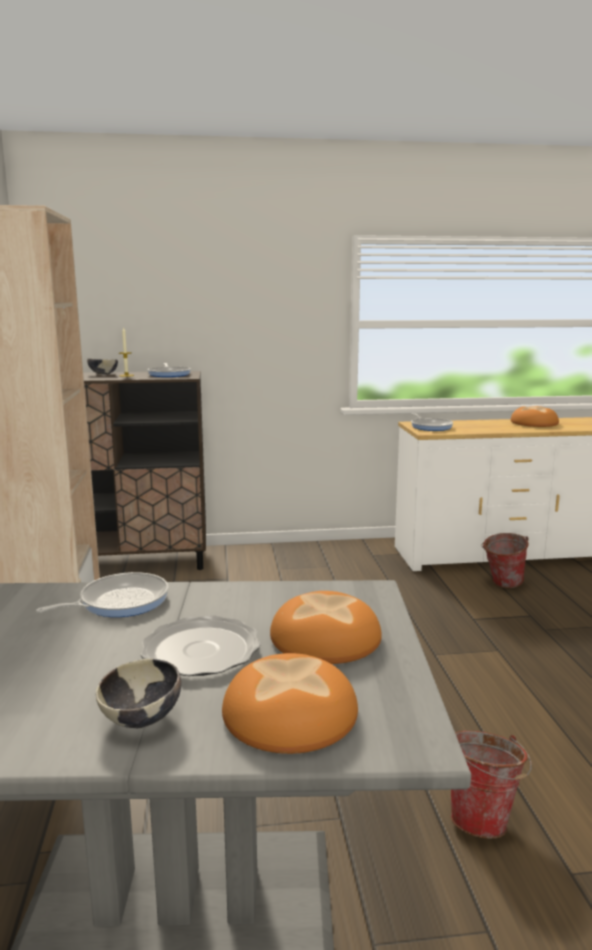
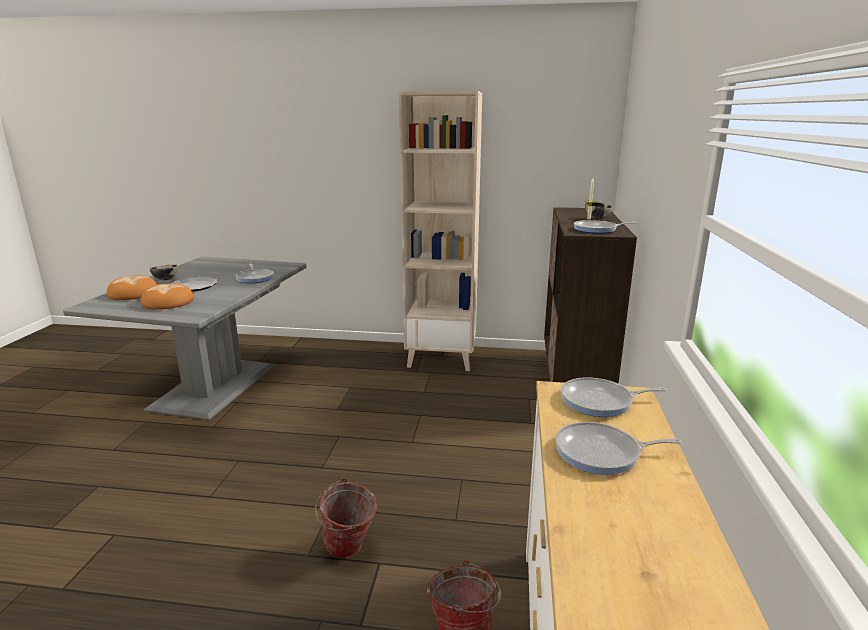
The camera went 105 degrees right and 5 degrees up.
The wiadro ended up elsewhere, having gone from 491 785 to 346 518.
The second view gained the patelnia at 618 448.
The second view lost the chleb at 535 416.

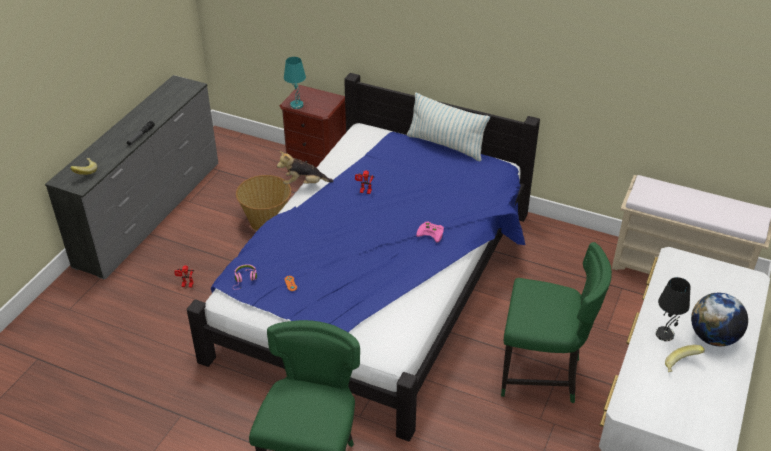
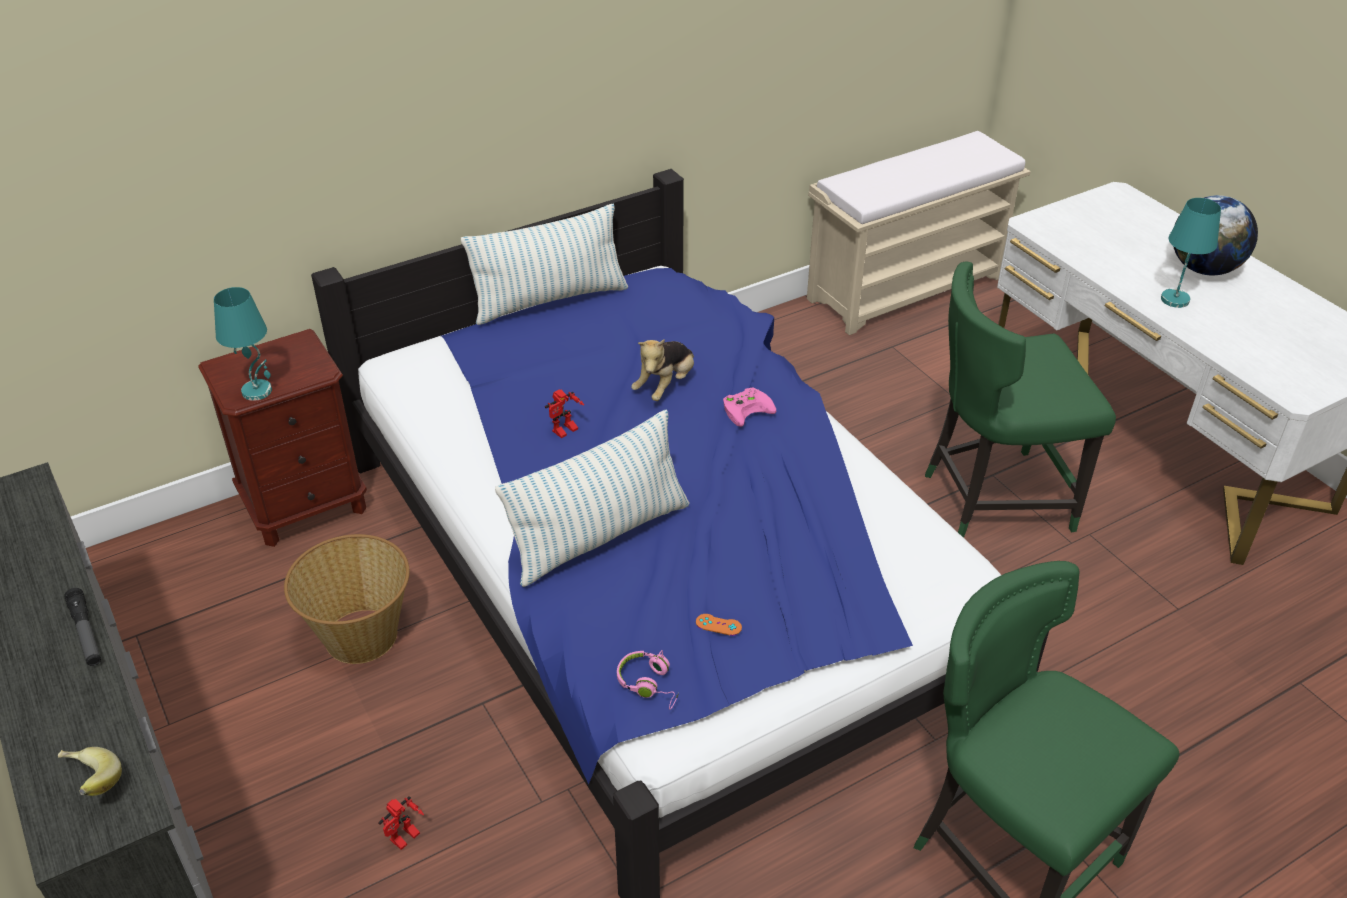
The camera went 55 degrees left and 0 degrees up.
The second view gained the poduszka at 592 498.
The pluszak ended up elsewhere, having gone from 305 167 to 662 370.
The krzesło (zielony) at 556 322 ended up facing another way, 150 degrees counterclockwise from before.
What was the lampa stołowa (czarny) at 673 309 turned into the lampa stołowa (turkusowy) at 1191 253.
The second view lost the banan at 685 358.

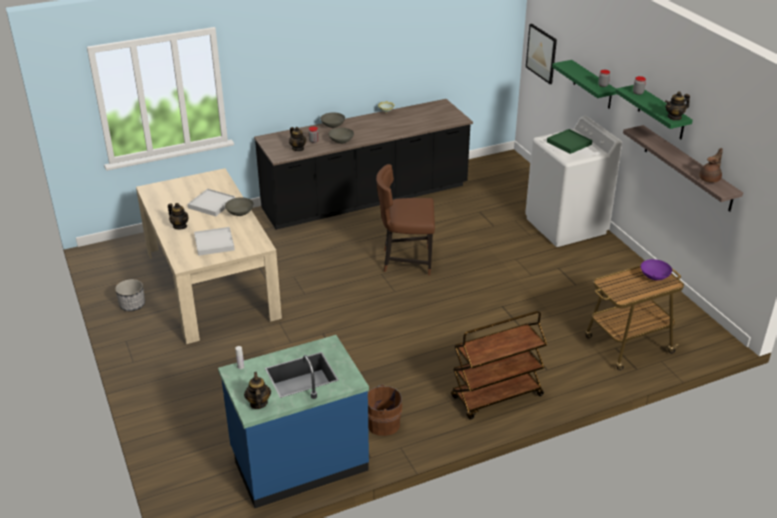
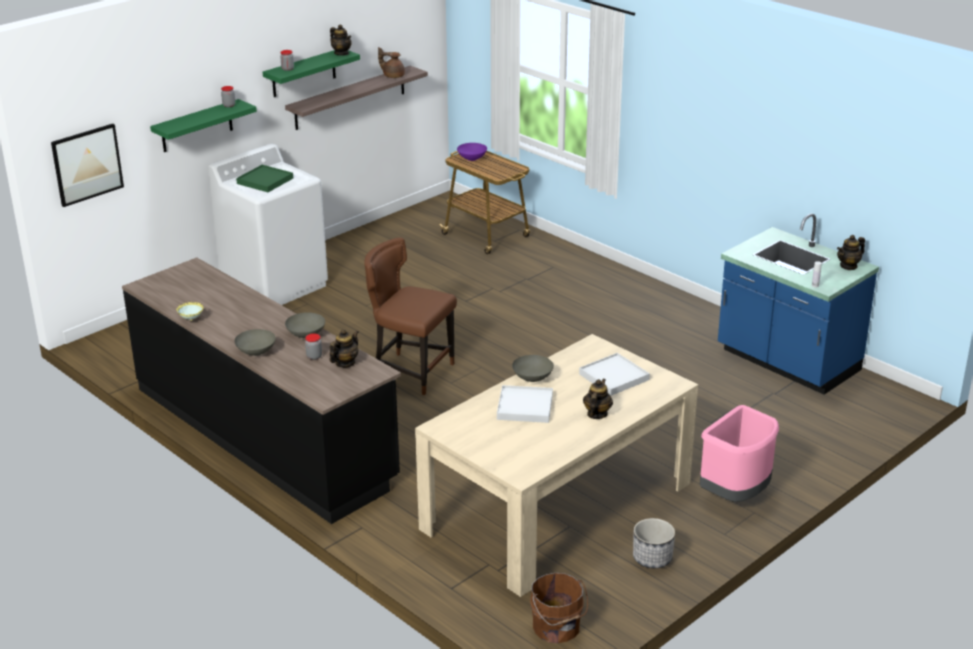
The camera went 110 degrees left and 5 degrees down.
The krzesło (brązowy) at 405 219 ended up facing another way, 135 degrees clockwise from before.
The wiadro (brązowy) ended up elsewhere, having gone from 385 410 to 559 608.
The second view gained the kosz na śmieci (różowy) at 739 453.
The second view lost the wózek (brązowy) at 499 365.

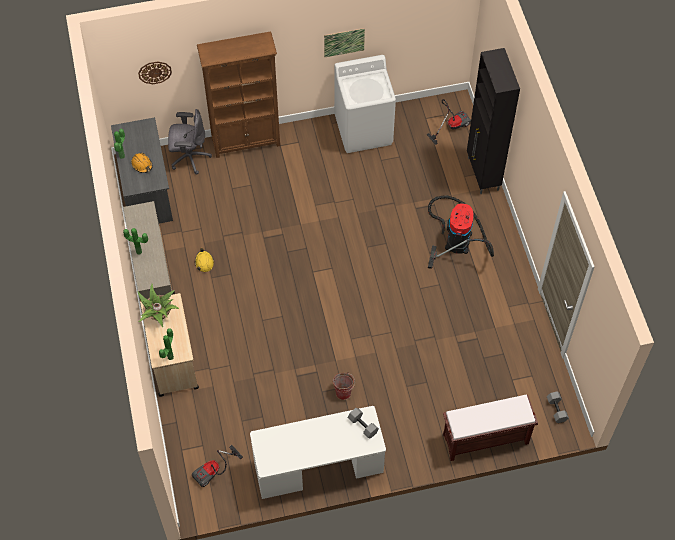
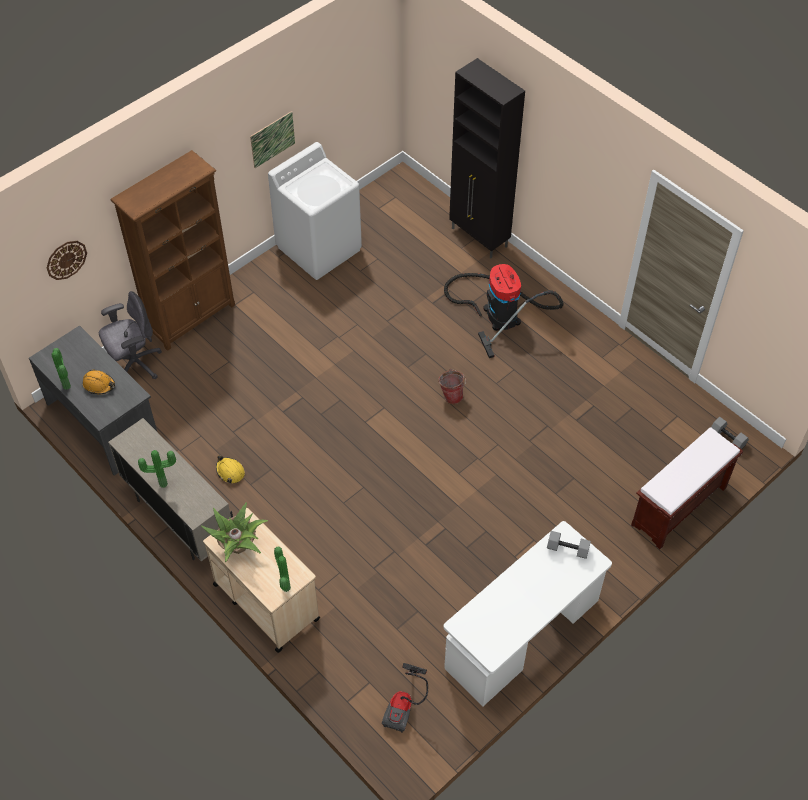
The camera went 30 degrees left and 5 degrees down.
The wiadro ended up elsewhere, having gone from 343 386 to 452 386.
The second view lost the odkurzacz at 448 122.

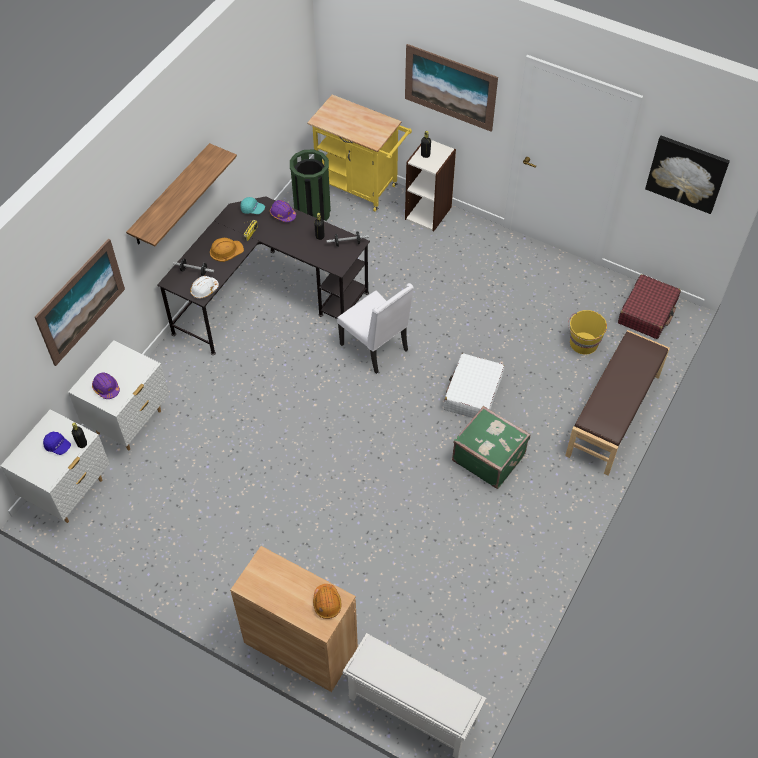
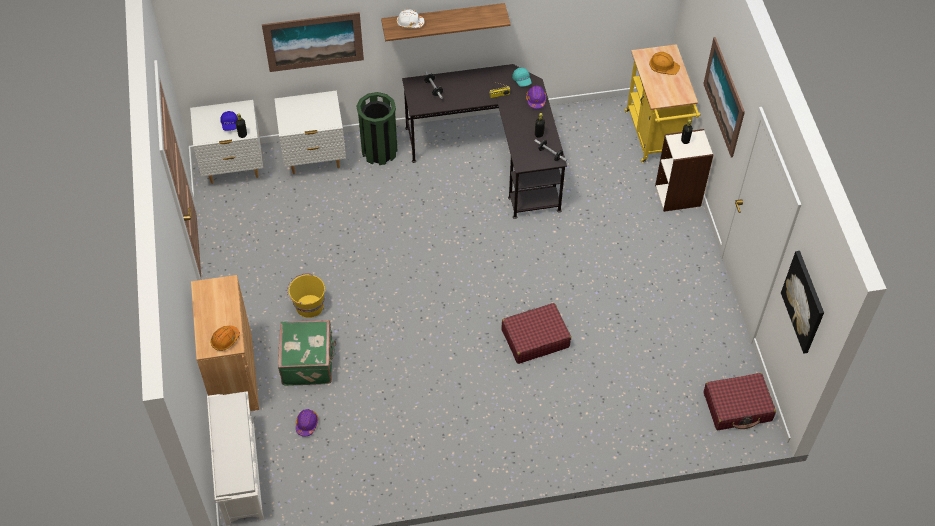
The camera went 50 degrees right and 0 degrees up.
The walizka (zielony) ended up elsewhere, having gone from 491 447 to 307 353.
The wiadro (żółty) ended up elsewhere, having gone from 587 332 to 306 295.
The kask (fioletowy) ended up elsewhere, having gone from 106 385 to 307 423.
The kosz na śmieci (zielony) ended up elsewhere, having gone from 310 185 to 377 128.
The kask (biały) ended up elsewhere, having gone from 204 287 to 410 18.
What was the walizka (biały) at 474 385 turned into the walizka (czerwony) at 536 333.
The kask (pomarańczowy) ended up elsewhere, having gone from 227 250 to 664 63.
The second view lost the krzesło (biały) at 375 328.
The second view lost the ławka (brązowy) at 617 402.

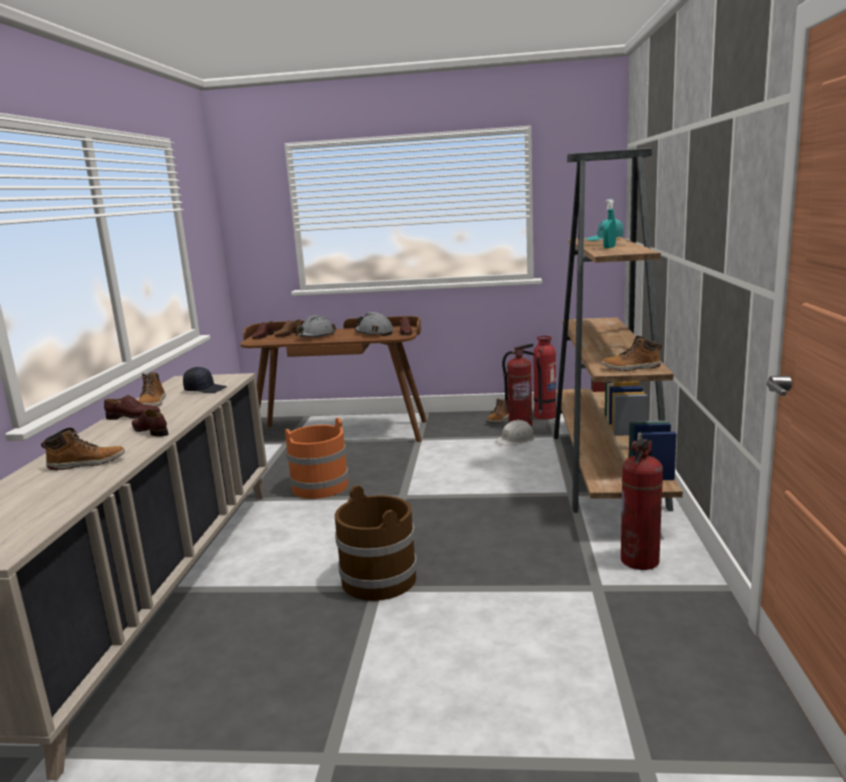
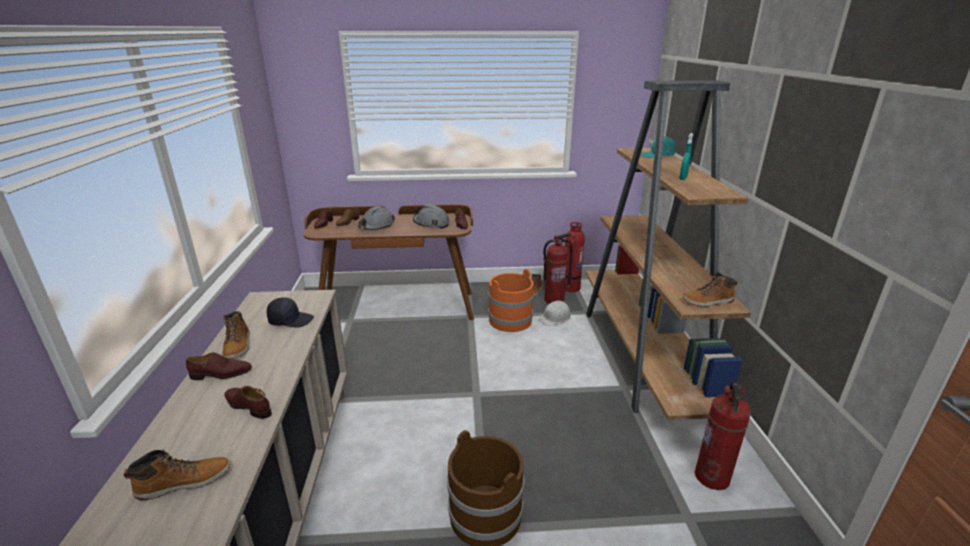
The camera went 10 degrees left and 10 degrees up.
The wiadro (pomarańczowy) ended up elsewhere, having gone from 316 458 to 511 300.

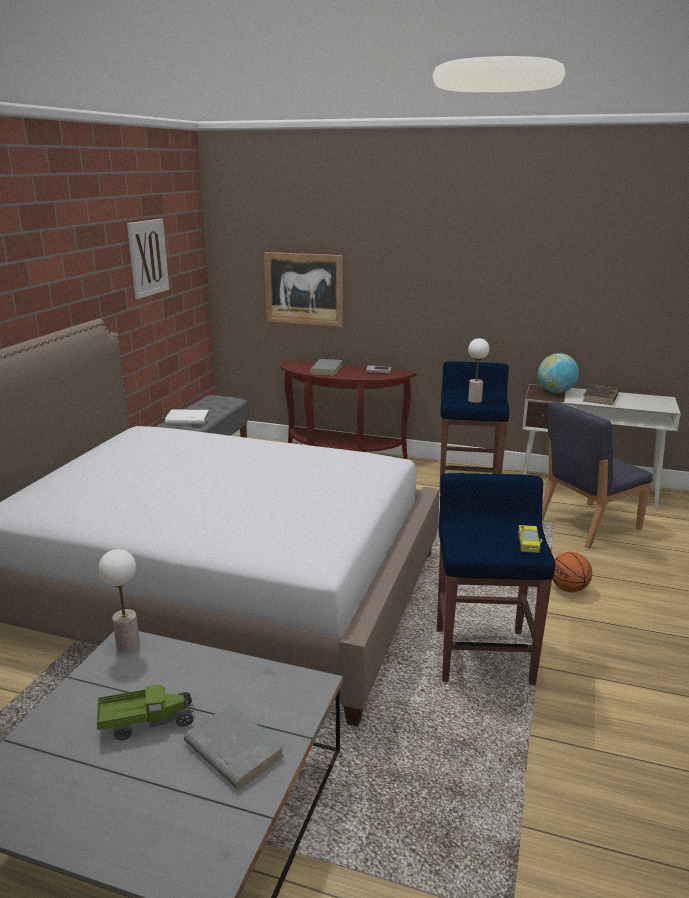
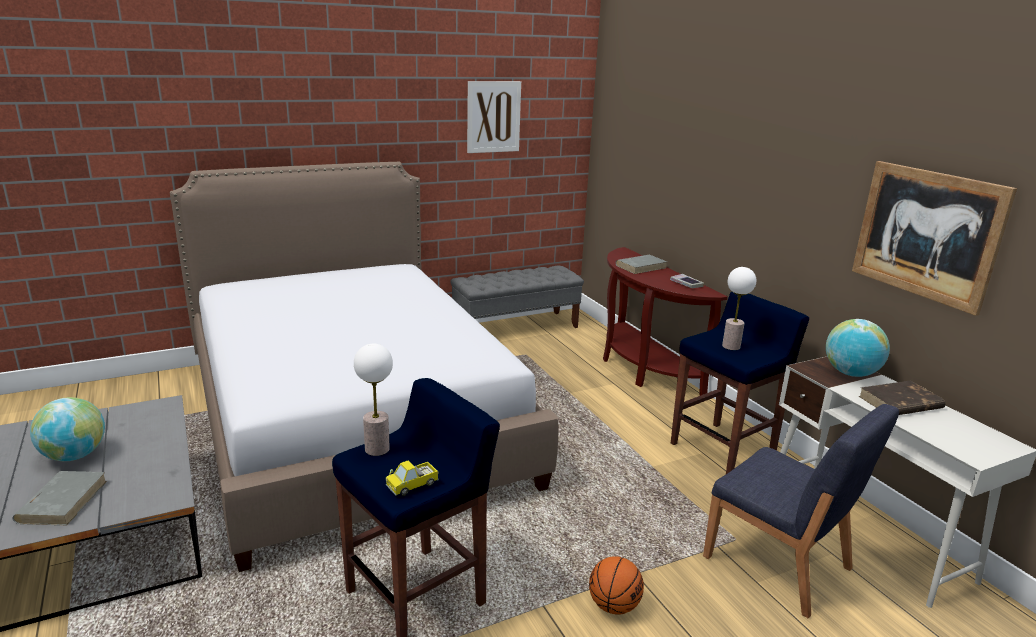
The camera went 45 degrees right and 0 degrees up.
Where the ciężarówka zabawkowa stood at 145 712, the globus came to stand at 67 429.
The lampa stołowa ended up elsewhere, having gone from 119 600 to 373 400.
The krzesło (niebieski) at 597 475 ended up facing another way, 150 degrees counterclockwise from before.
The obraz ended up elsewhere, having gone from 303 289 to 934 238.
The second view lost the książka (biały) at 187 417.

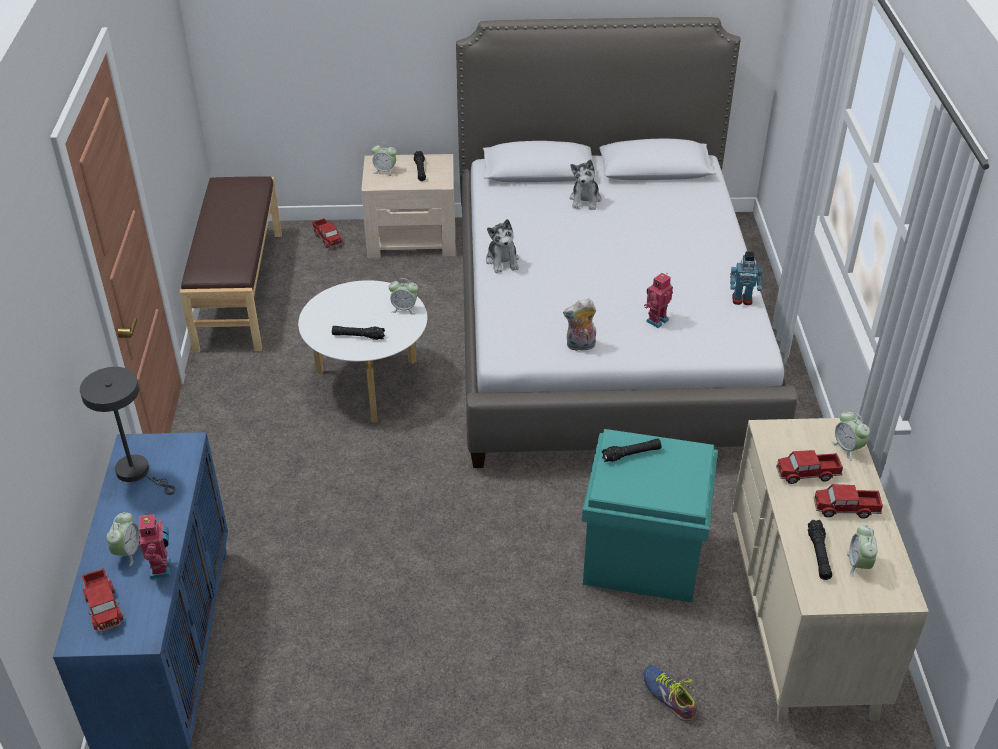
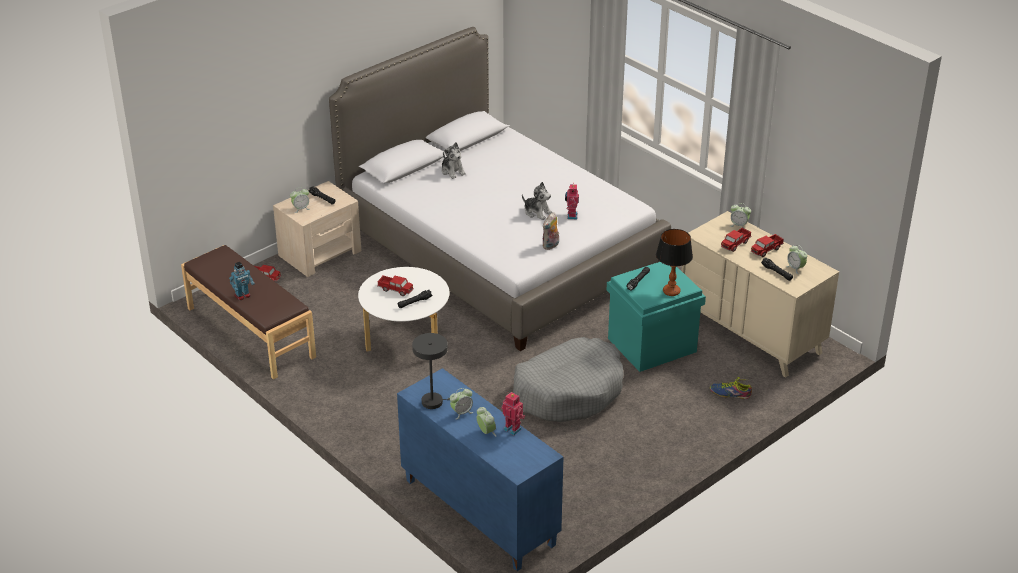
The camera went 40 degrees left and 5 degrees down.
The robot zabawkowy ended up elsewhere, having gone from 746 278 to 242 281.
The ciężarówka zabawkowa ended up elsewhere, having gone from 103 600 to 395 286.
The budzik ended up elsewhere, having gone from 403 296 to 461 404.
The second view gained the legowisko (szary) at 568 379.
The pluszak ended up elsewhere, having gone from 502 246 to 537 201.
The second view gained the lampa stołowa at 674 262.

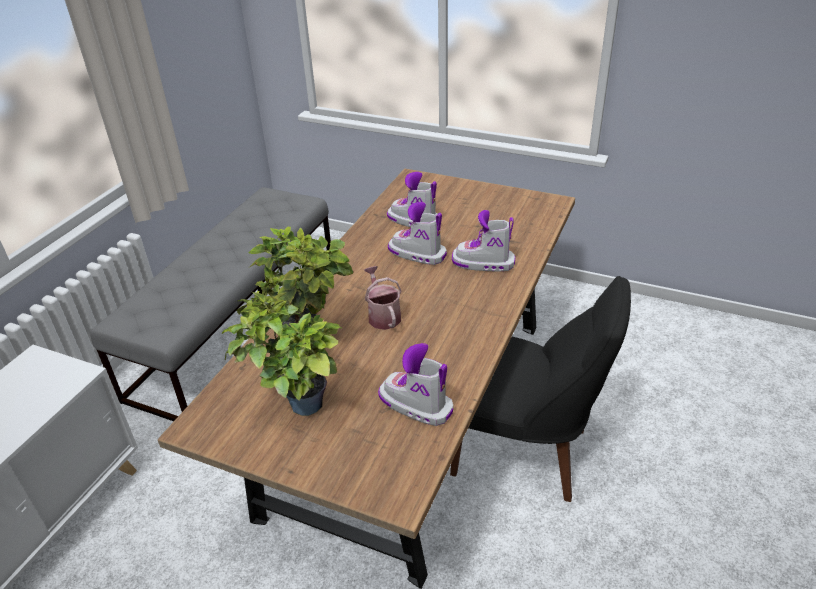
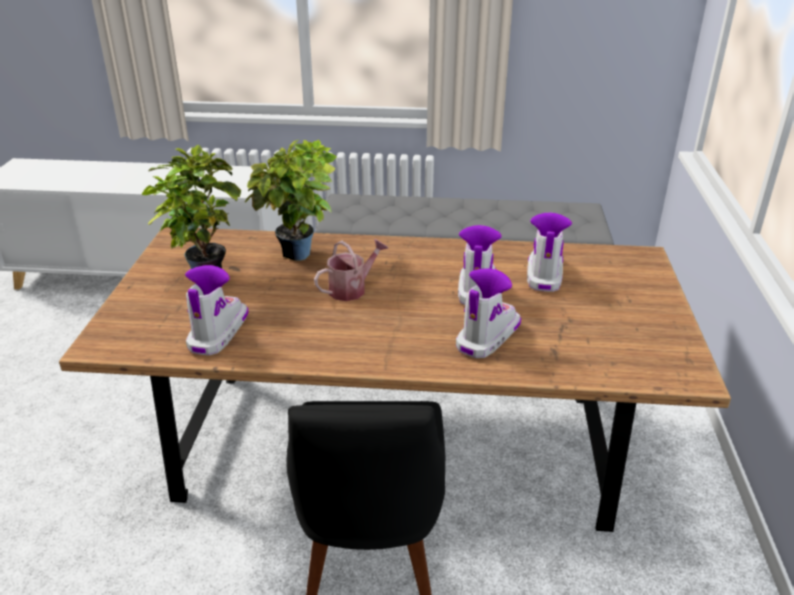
The camera went 70 degrees right and 5 degrees down.
The but z cholewką at 483 241 ended up facing another way, 45 degrees clockwise from before.

